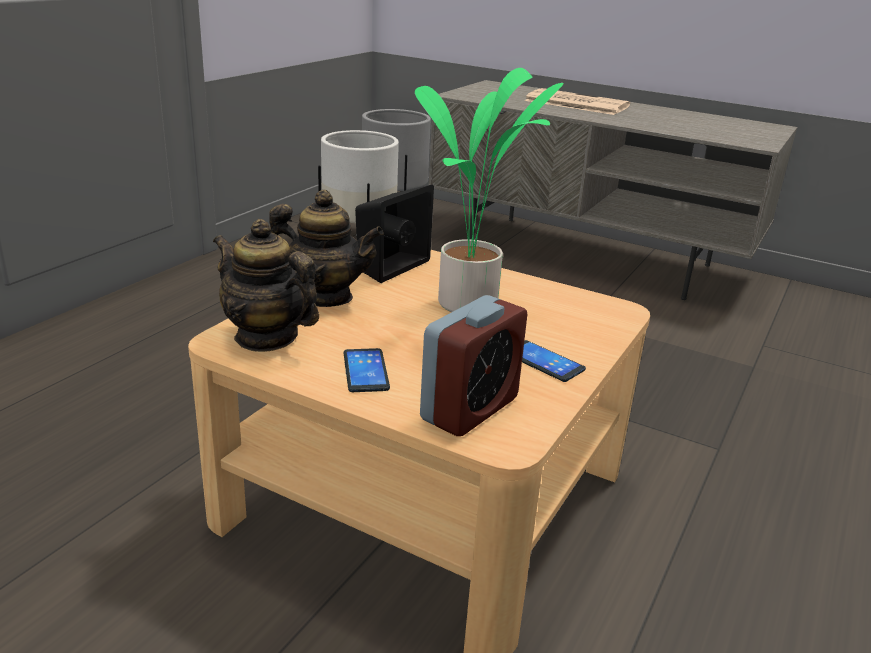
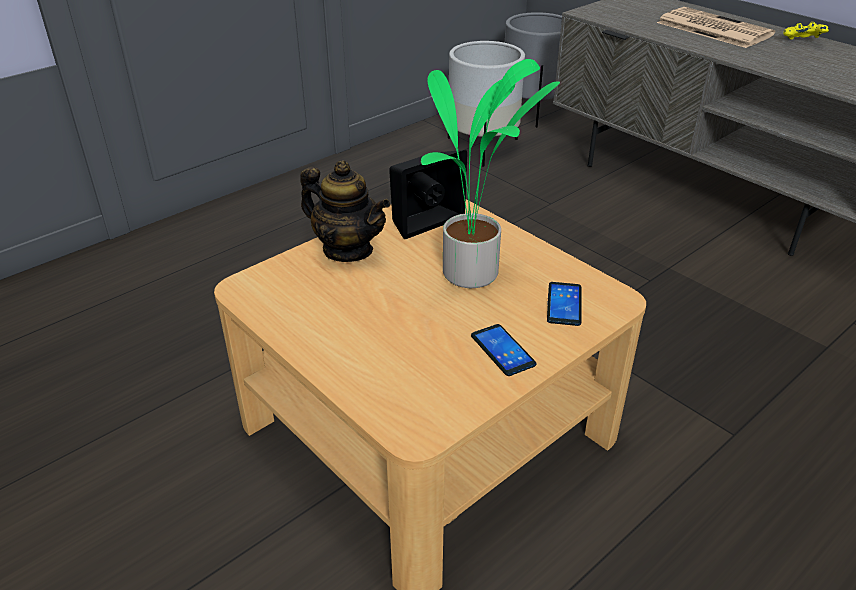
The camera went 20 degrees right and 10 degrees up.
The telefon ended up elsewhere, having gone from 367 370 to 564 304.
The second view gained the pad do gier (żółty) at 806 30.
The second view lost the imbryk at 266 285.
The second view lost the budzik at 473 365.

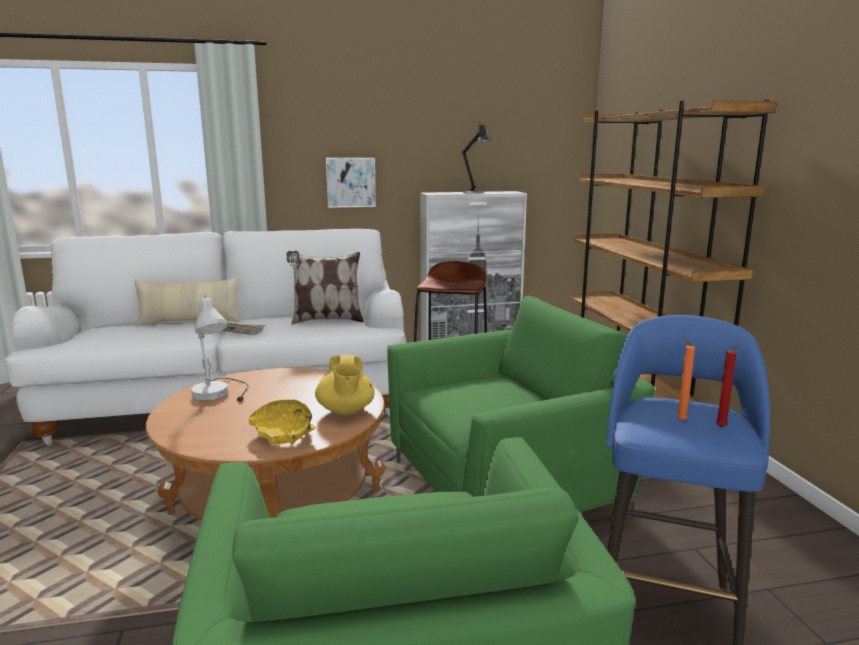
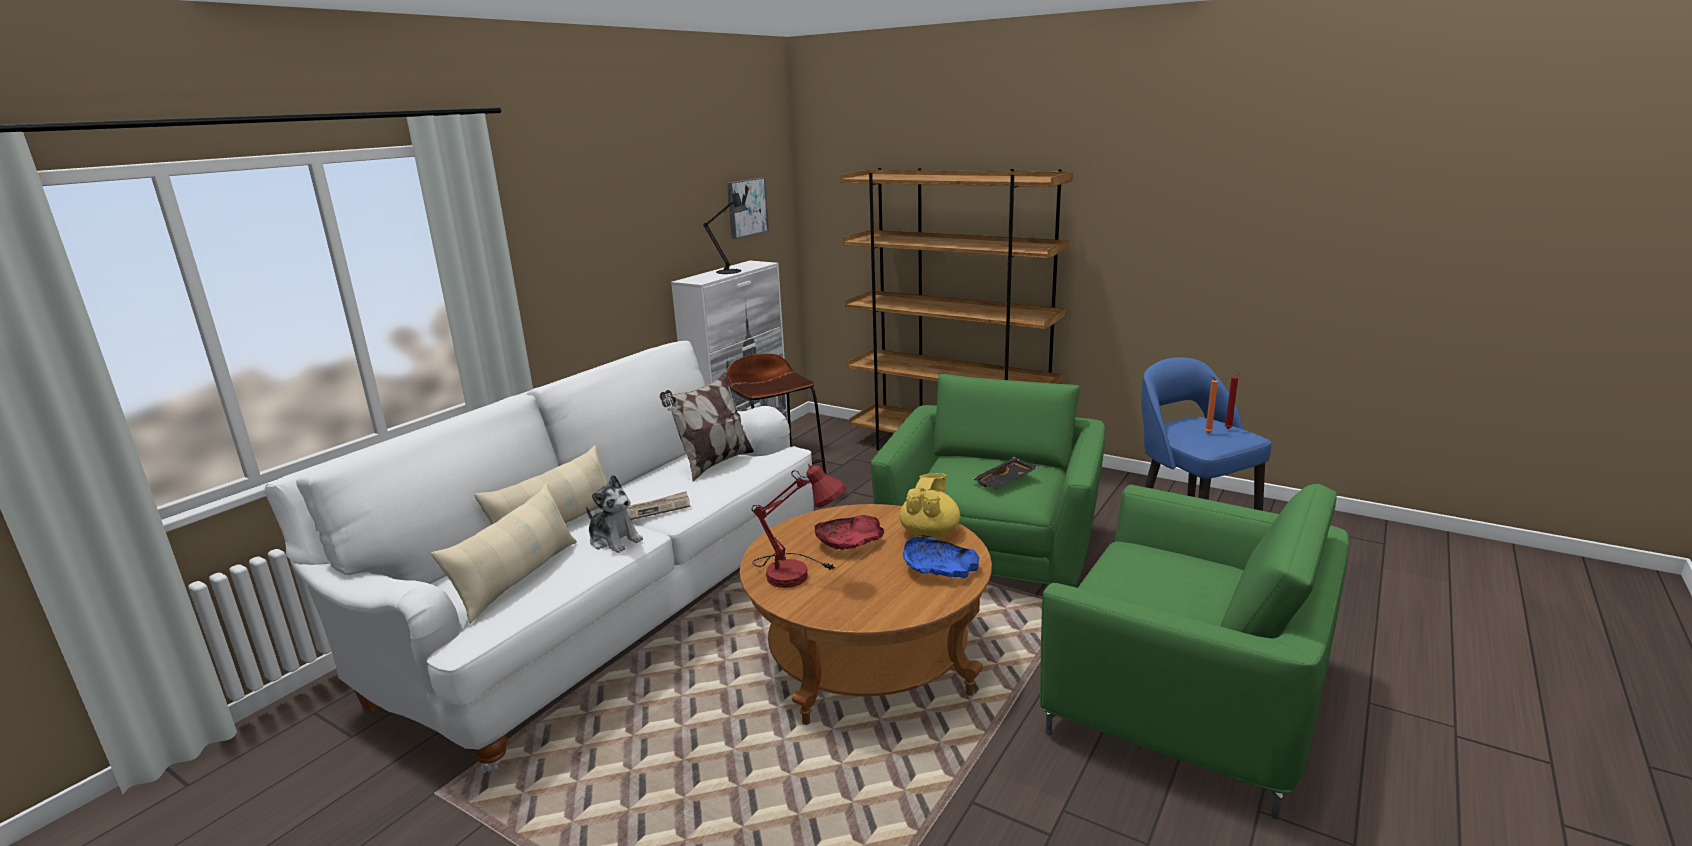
The camera went 45 degrees left and 5 degrees up.
The second view gained the poduszka (beżowy) at 504 553.
The second view gained the pluszak at 614 514.
The obraz ended up elsewhere, having gone from 351 183 to 748 208.
What was the lampa stołowa (biały) at 220 349 turned into the lampa stołowa (czerwony) at 799 526.
The second view gained the miska (czerwony) at 849 532.
The imbryk (żółty) at 345 385 ended up facing another way, 105 degrees counterclockwise from before.
What was the miska (żółty) at 283 422 turned into the miska (niebieski) at 941 557.
The second view gained the taca (czarny) at 1005 473.

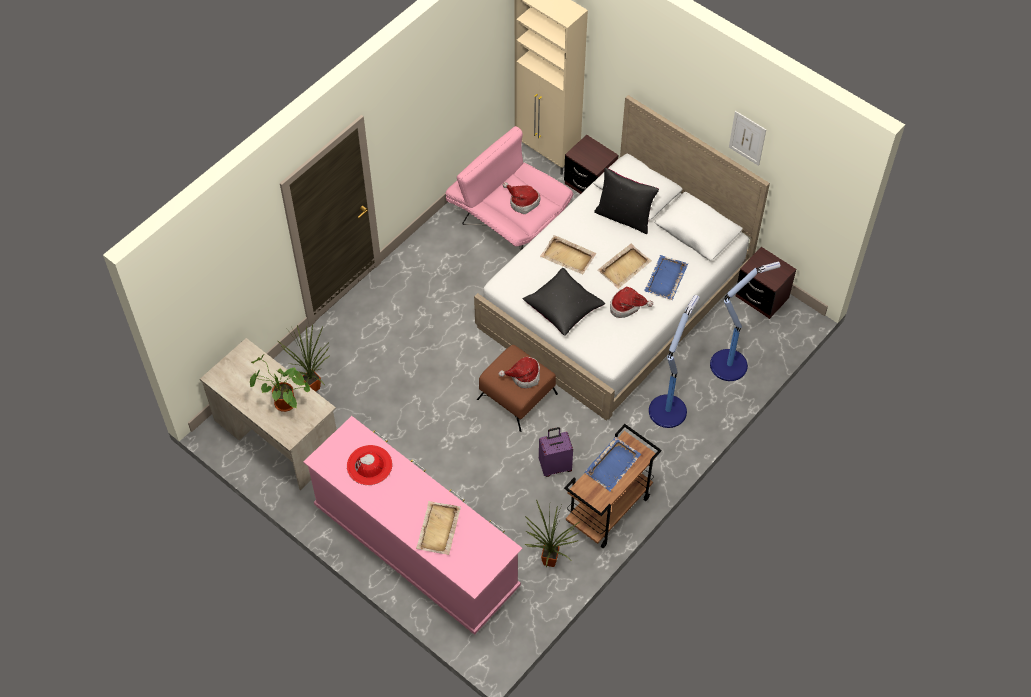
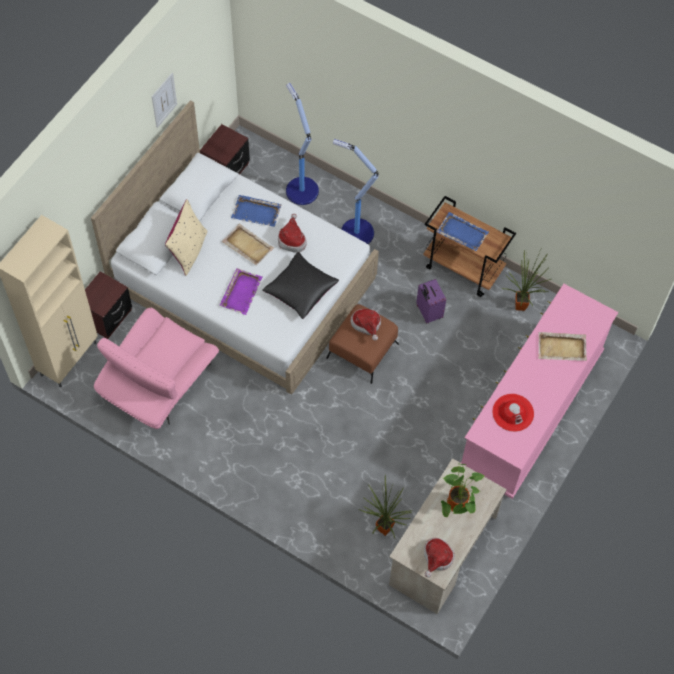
The camera went 100 degrees left and 5 degrees up.
What was the poduszka (czarny) at 626 201 turned into the poduszka (beżowy) at 186 237.
What was the taca (beżowy) at 568 254 turned into the taca (fioletowy) at 241 291.
The kapelusz ended up elsewhere, having gone from 522 198 to 439 558.

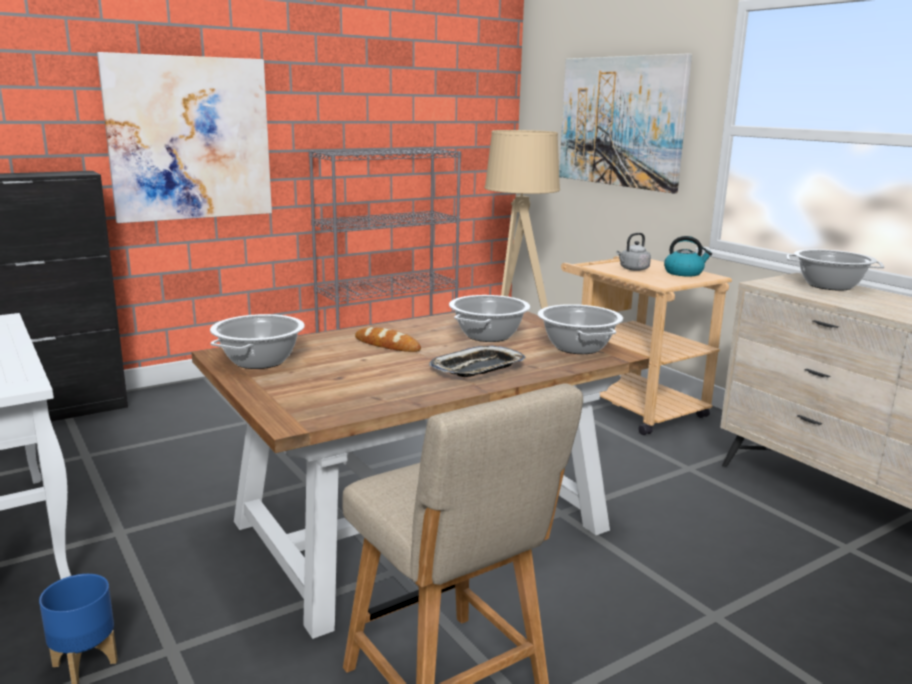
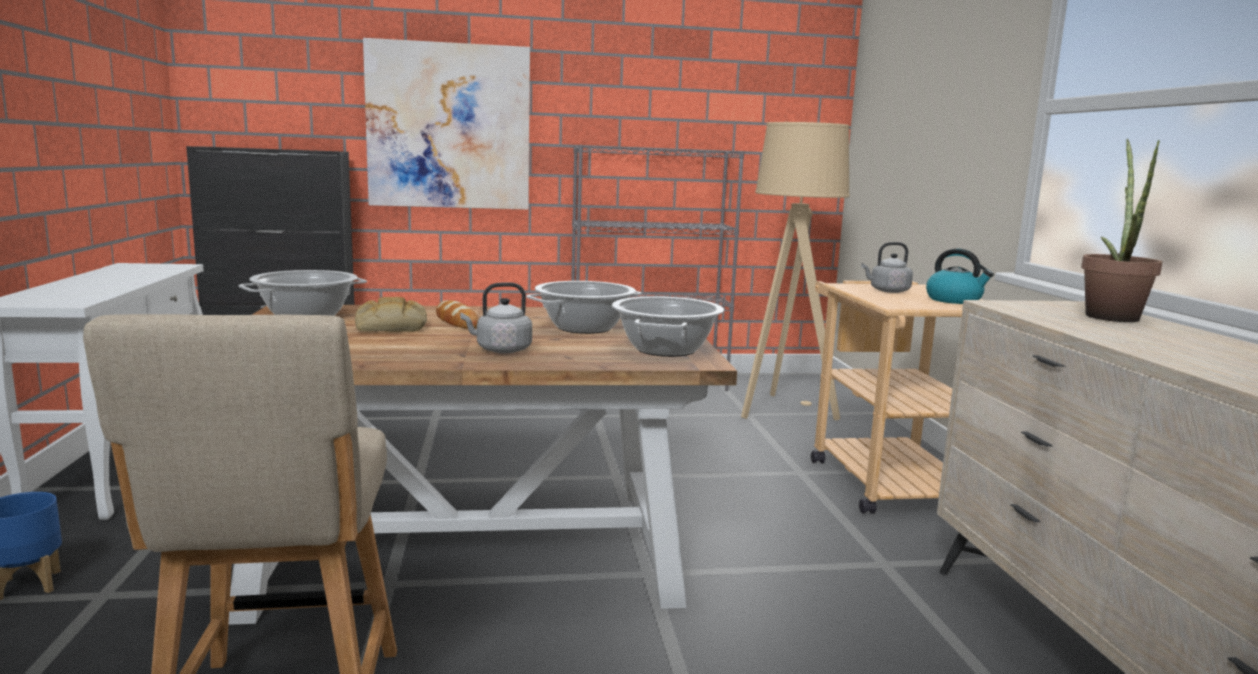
The camera went 25 degrees right and 5 degrees down.
The second view gained the chleb at 391 314.
Where the taca stood at 477 361, the czajnik (szary) came to stand at 496 317.
Where the garnek stood at 835 270, the roślina doniczkowa came to stand at 1121 230.
The second view lost the obraz at 625 123.

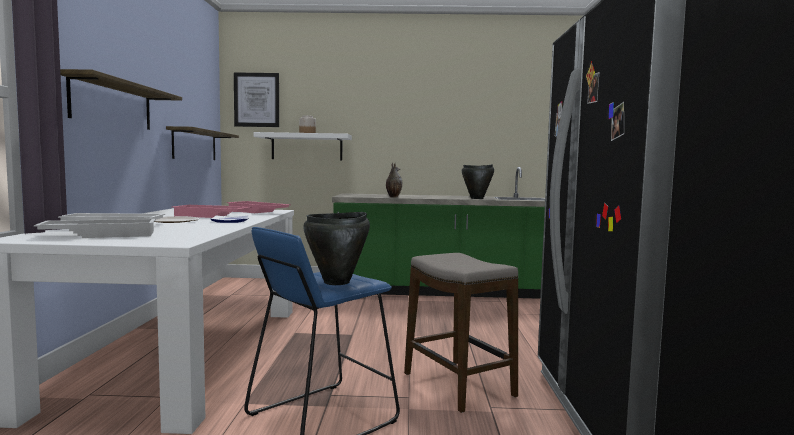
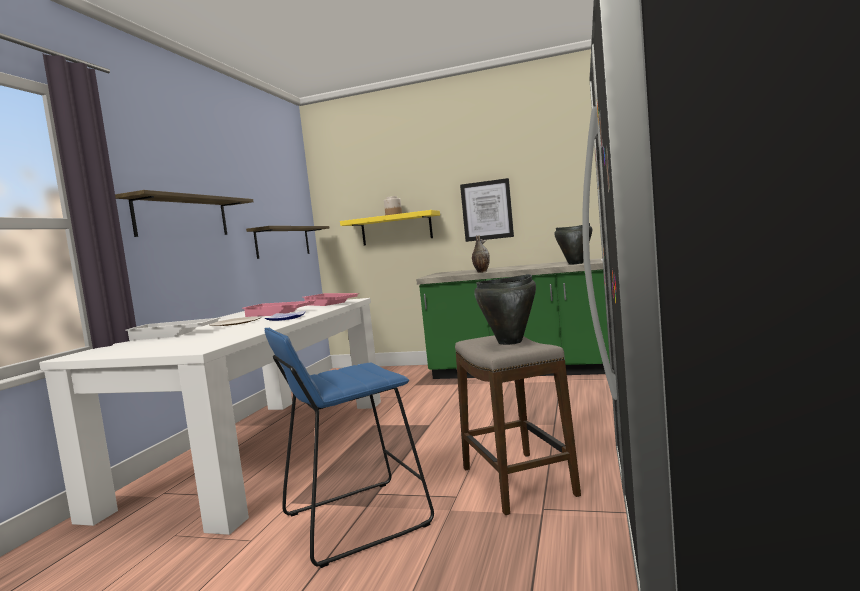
The camera went 15 degrees right and 0 degrees up.
What was the półka (biały) at 303 146 turned into the półka (żółty) at 390 228.
The obraz ended up elsewhere, having gone from 256 99 to 487 210.
The garnek (czarny) ended up elsewhere, having gone from 336 248 to 505 309.
The second view lost the taca (biały) at 95 228.

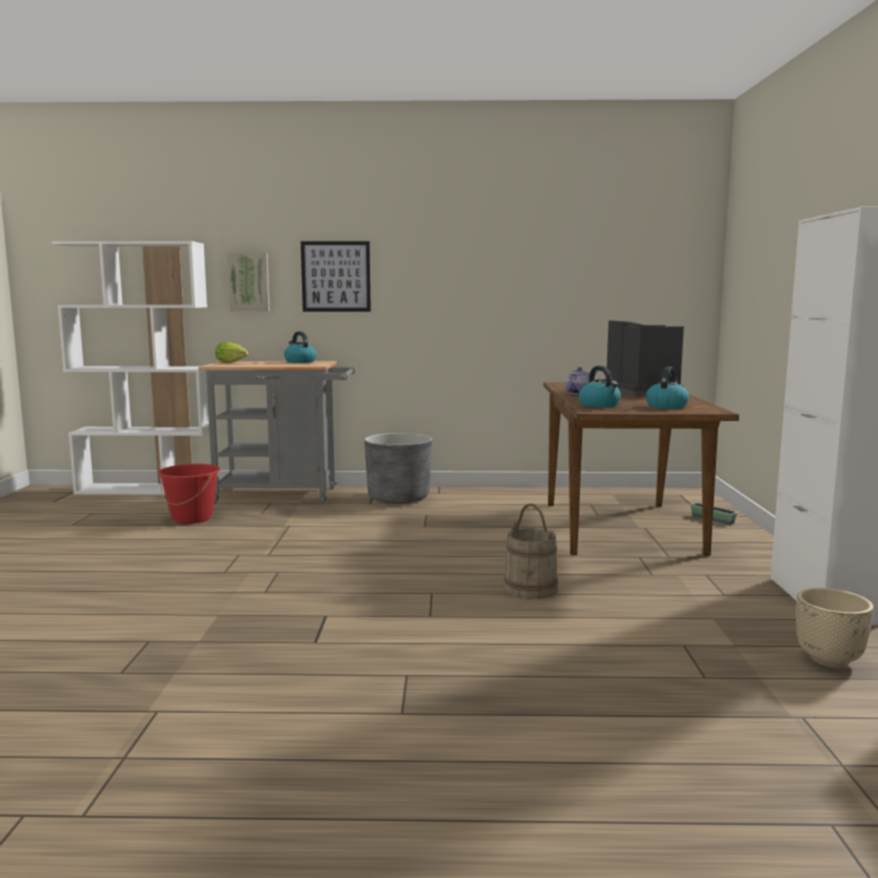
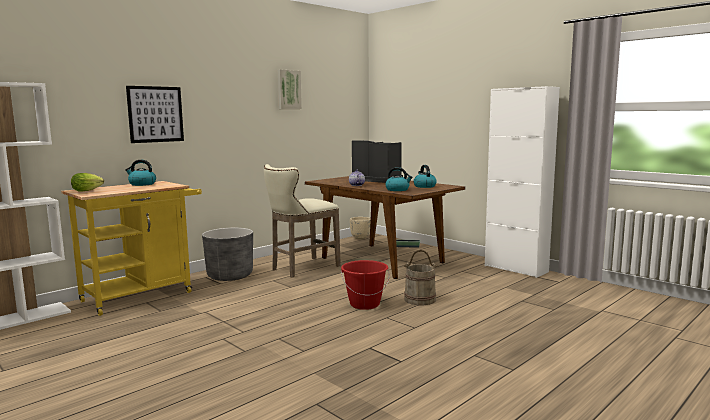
The camera went 45 degrees left and 0 degrees up.
What was the wózek (szary) at 276 432 turned into the wózek (żółty) at 131 248.
The second view gained the stołek (beżowy) at 302 220.
The obraz ended up elsewhere, having gone from 248 282 to 290 89.
The wiadro (czerwony) ended up elsewhere, having gone from 189 494 to 365 285.
The donica (beżowy) ended up elsewhere, having gone from 835 628 to 360 228.

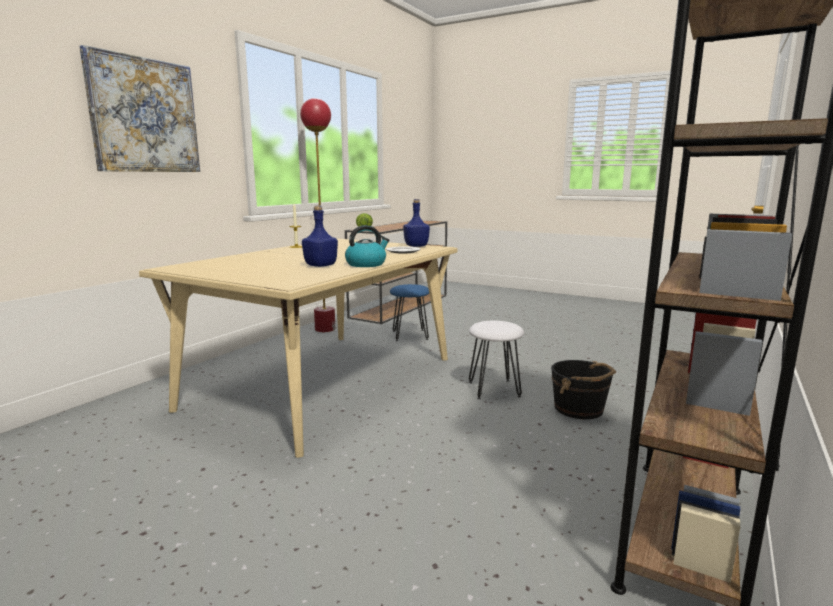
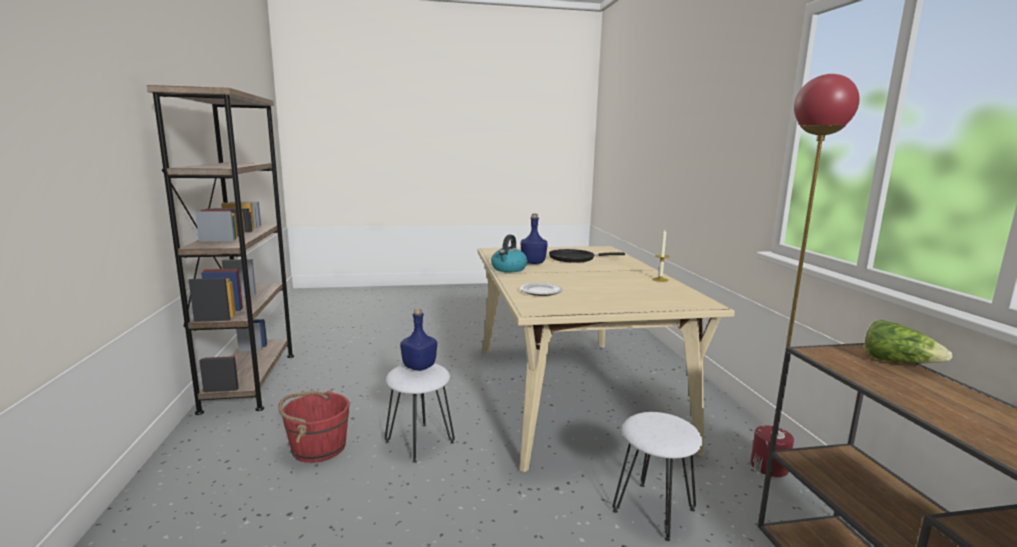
The camera went 140 degrees right and 0 degrees up.
What was the wiadro (czarny) at 583 389 turned into the wiadro (czerwony) at 313 426.
The butelka (niebieski) ended up elsewhere, having gone from 416 223 to 418 339.
The second view gained the patelnia (czarny) at 587 256.
What was the stołek (niebieski) at 409 312 turned into the stołek (biały) at 657 476.
The second view lost the obraz at 140 108.

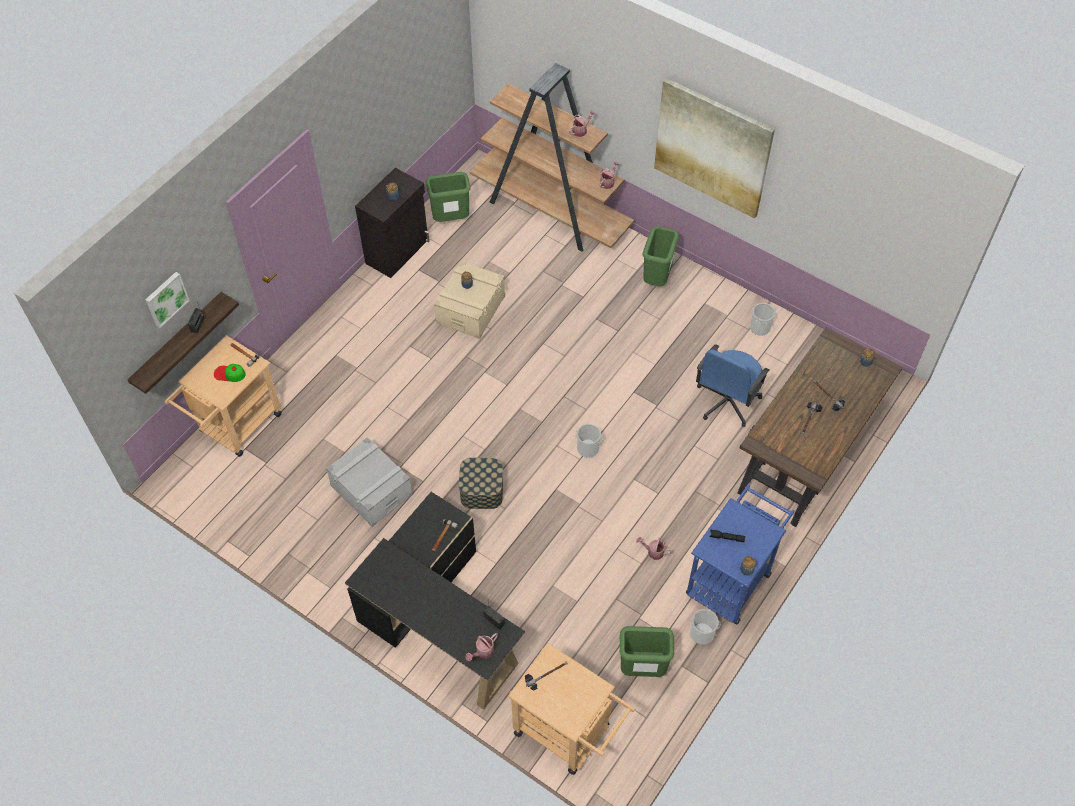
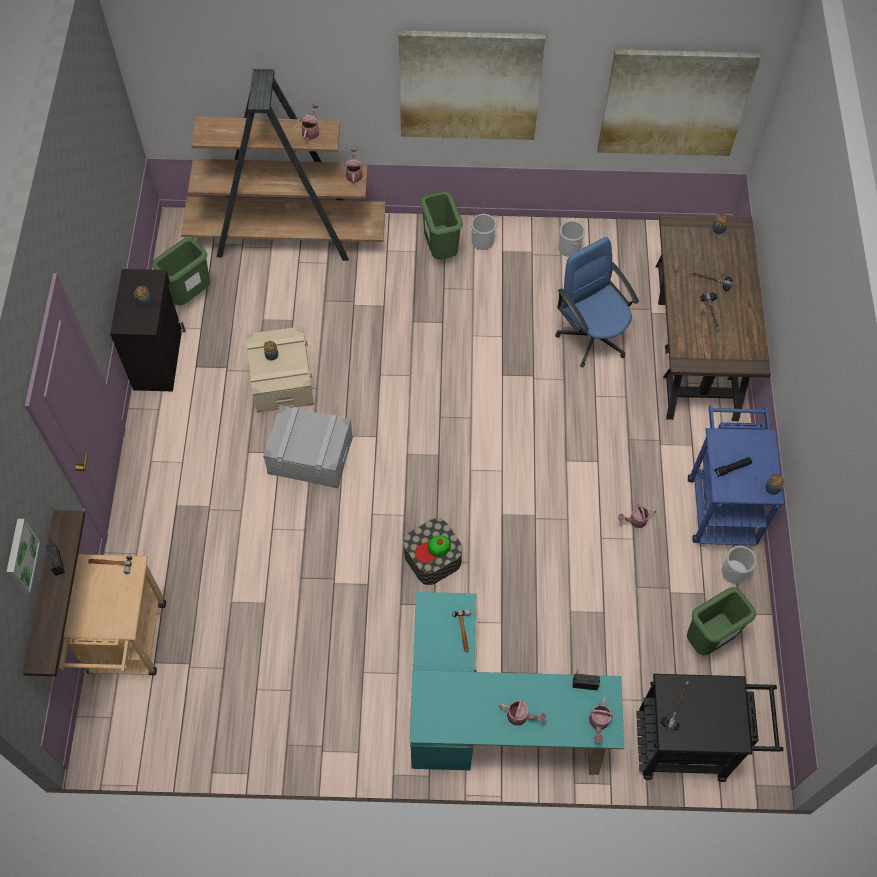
The camera went 35 degrees left and 5 degrees up.
The pojemnik do przechowywania (szary) ended up elsewhere, having gone from 369 482 to 308 446.
What was the biurko (czarny) at 435 601 turned into the biurko (turkusowy) at 517 683.
The czapka z daszkiem ended up elsewhere, having gone from 230 373 to 433 549.
The wiadro ended up elsewhere, having gone from 589 441 to 483 232.
The second view gained the konewka at 522 712.
The krzesło biurowe (niebieski) at 733 385 ended up facing another way, 150 degrees clockwise from before.
The second view gained the obraz at 679 102.
What was the wózek (beżowy) at 571 709 turned into the wózek (czarny) at 709 728.

